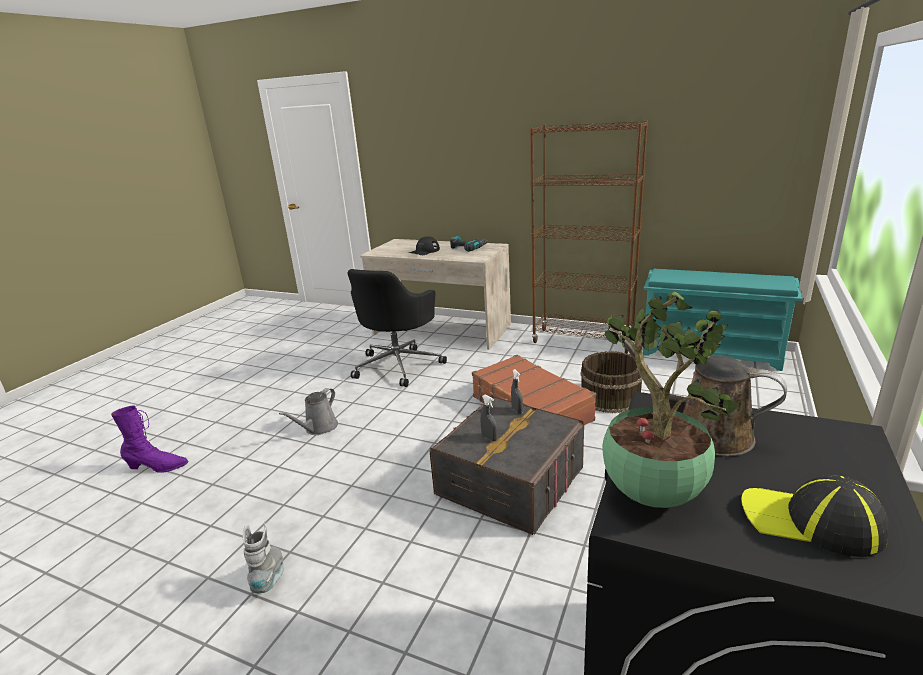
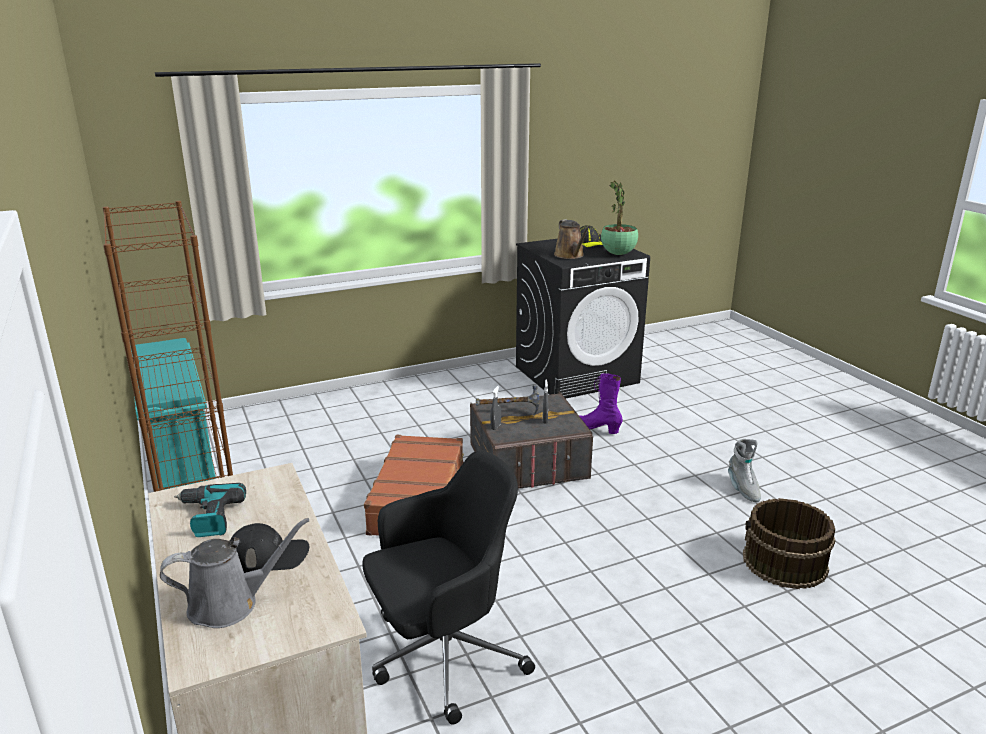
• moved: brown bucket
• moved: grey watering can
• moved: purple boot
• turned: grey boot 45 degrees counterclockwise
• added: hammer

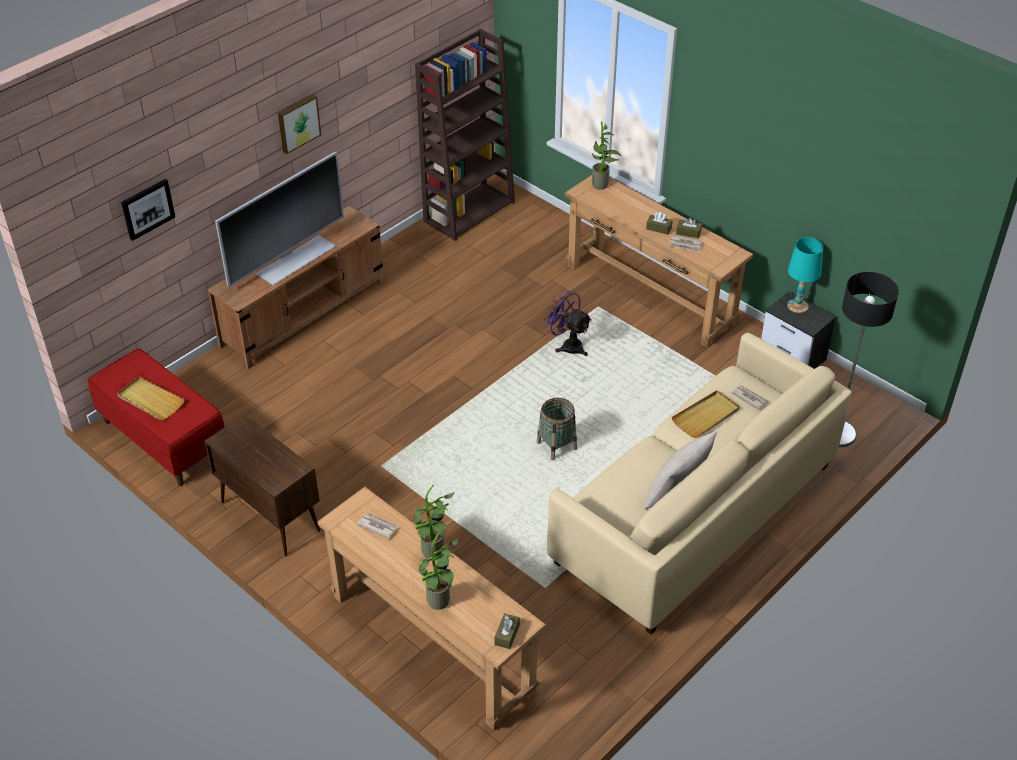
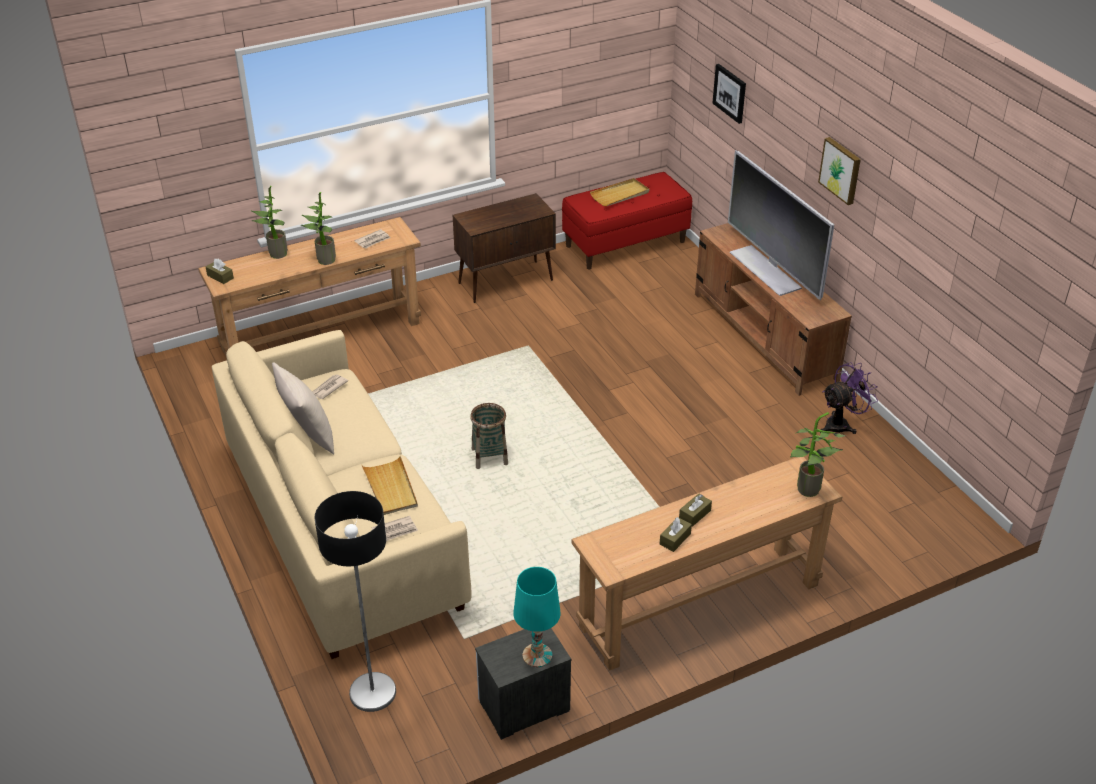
• removed: brown bookcase
• moved: newspaper (2nd from left in the first image) to newspaper (1st from left)
• moved: purple fan

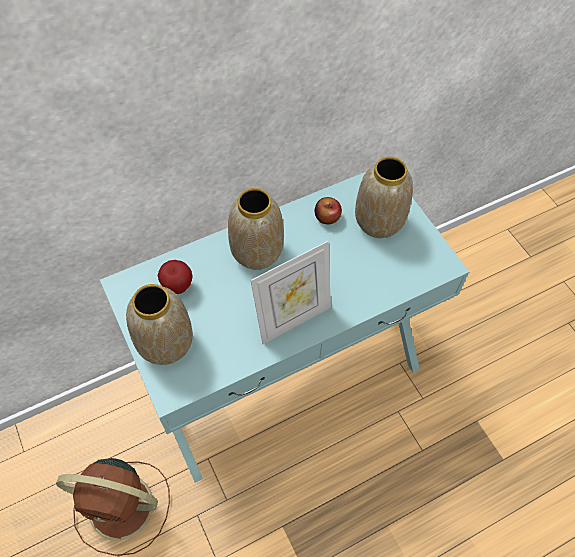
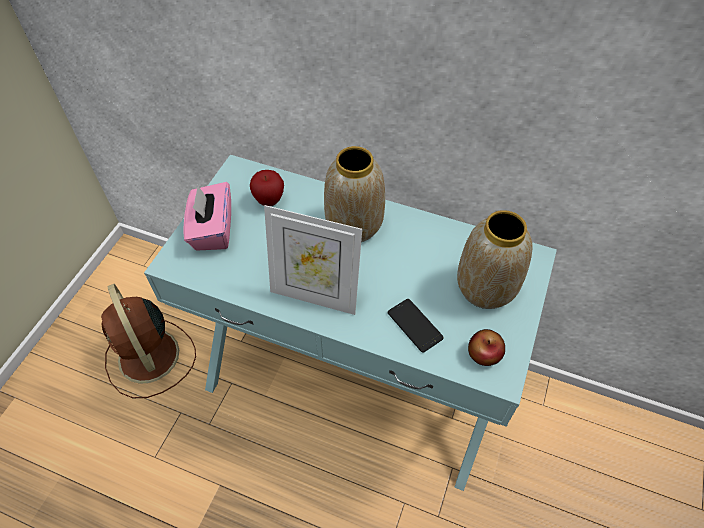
• moved: apple (2nd from left)
• replaced: vase (1st from left) to pink tissue box
• added: phone

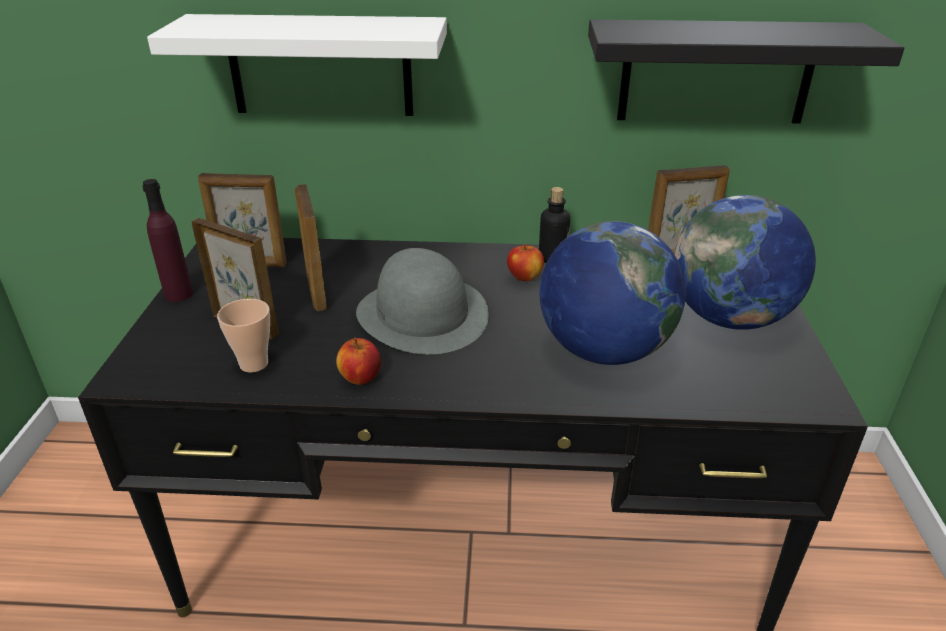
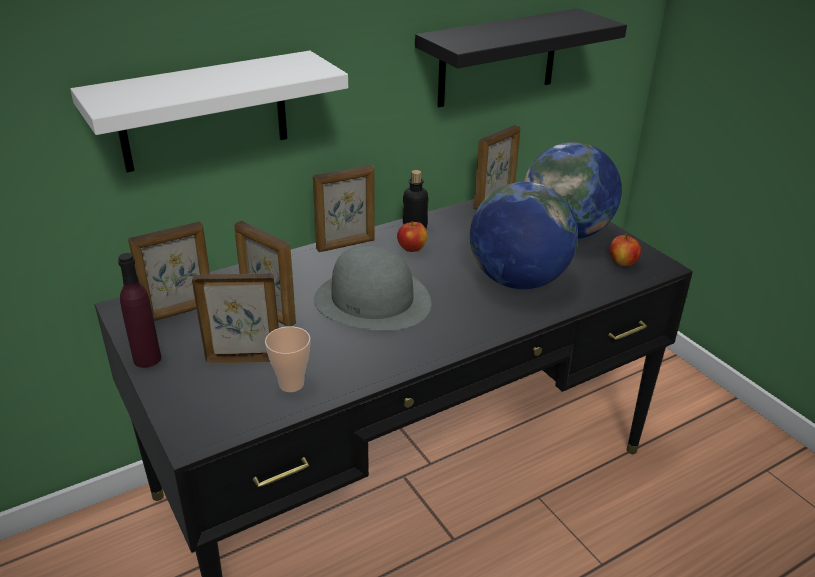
• moved: apple (1st from left in the first image) to apple (2nd from left)
• added: picture frame (4th from left)

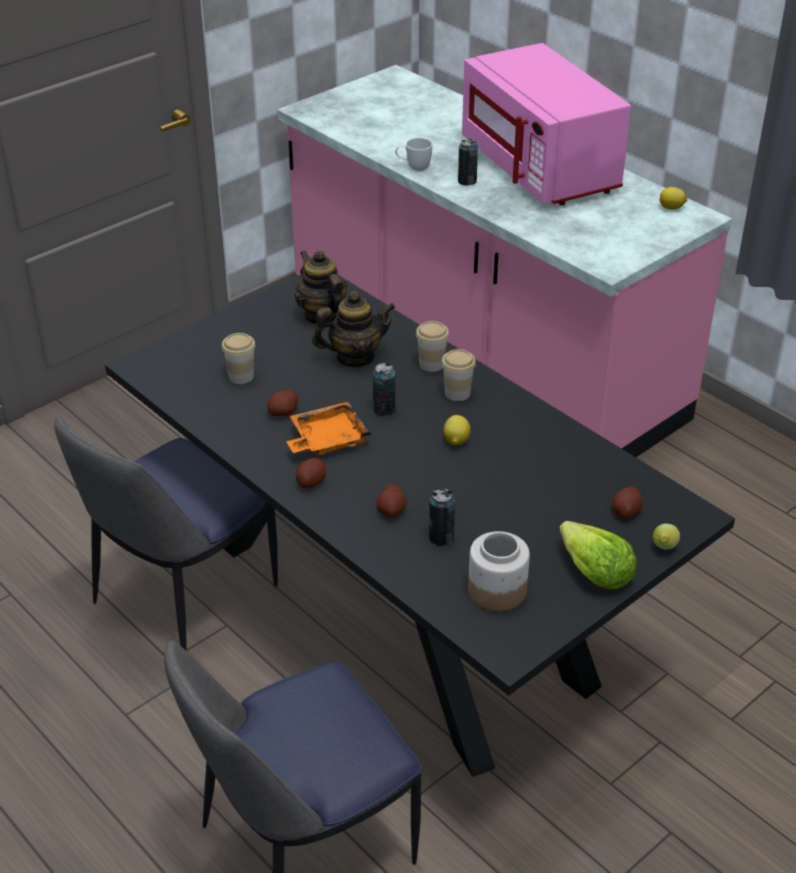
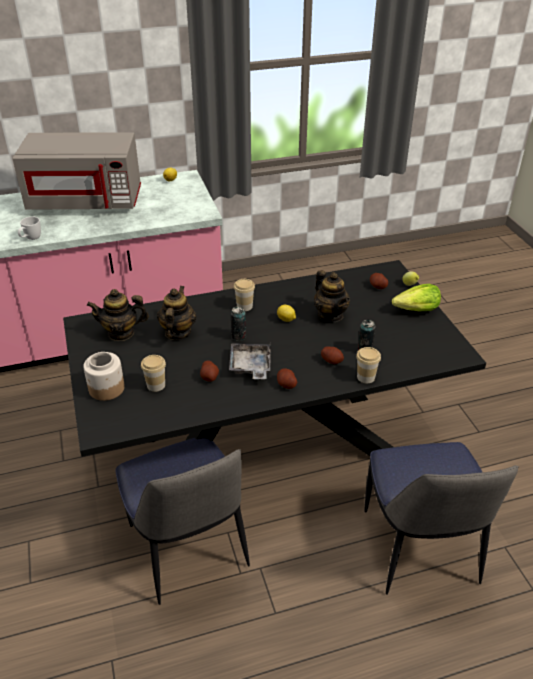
• recoloured: pink microwave to grey microwave
• removed: can (3rd from left)
• moved: cup (2nd from left in the first image) to cup (3rd from left)
• recoloured: orange tray to grey tray
• moved: jar
• added: teapot (3rd from left)

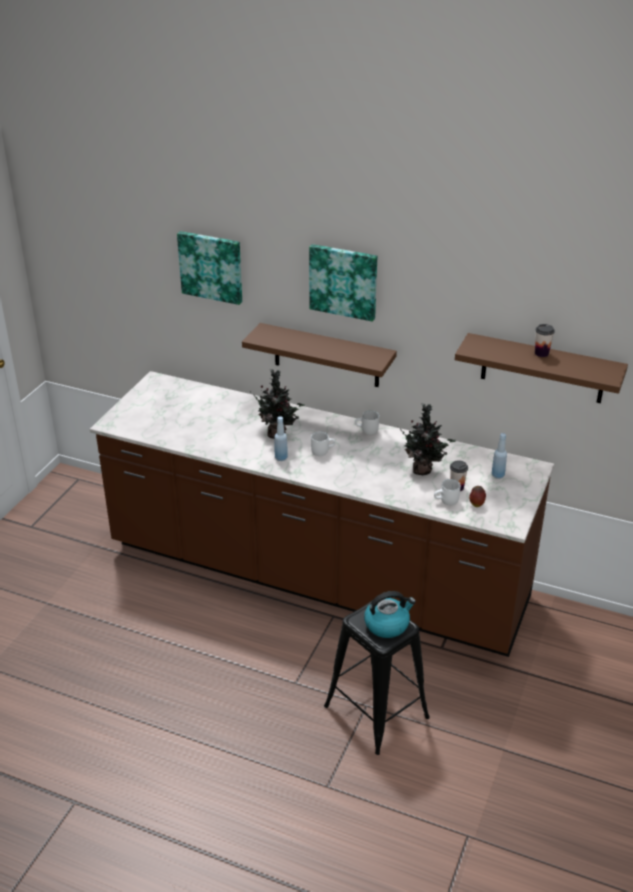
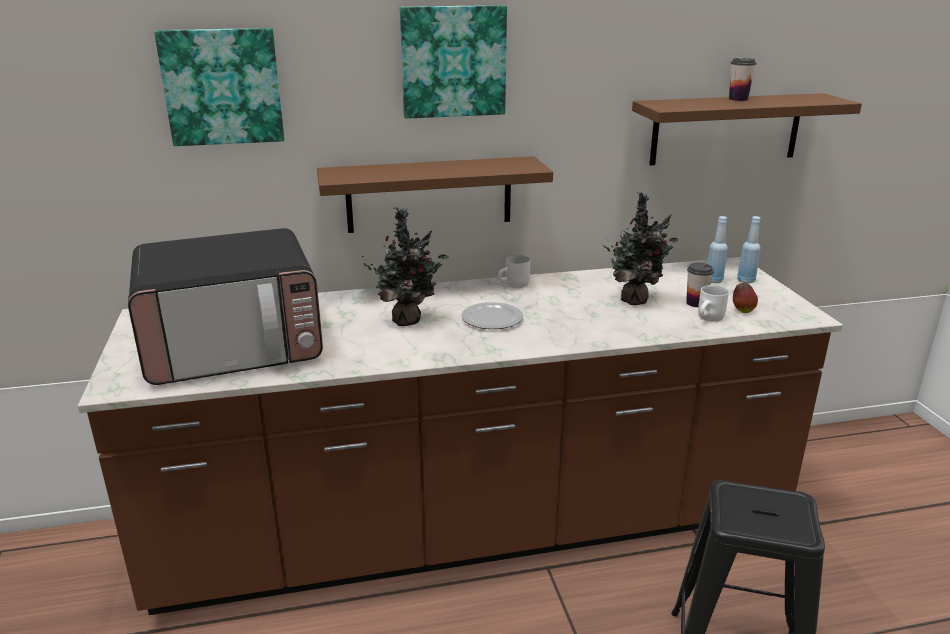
• moved: blue bottle (1st from left in the first image) to blue bottle (2nd from left)
• replaced: white mug (1st from left) to plate
• removed: kettle
• added: microwave

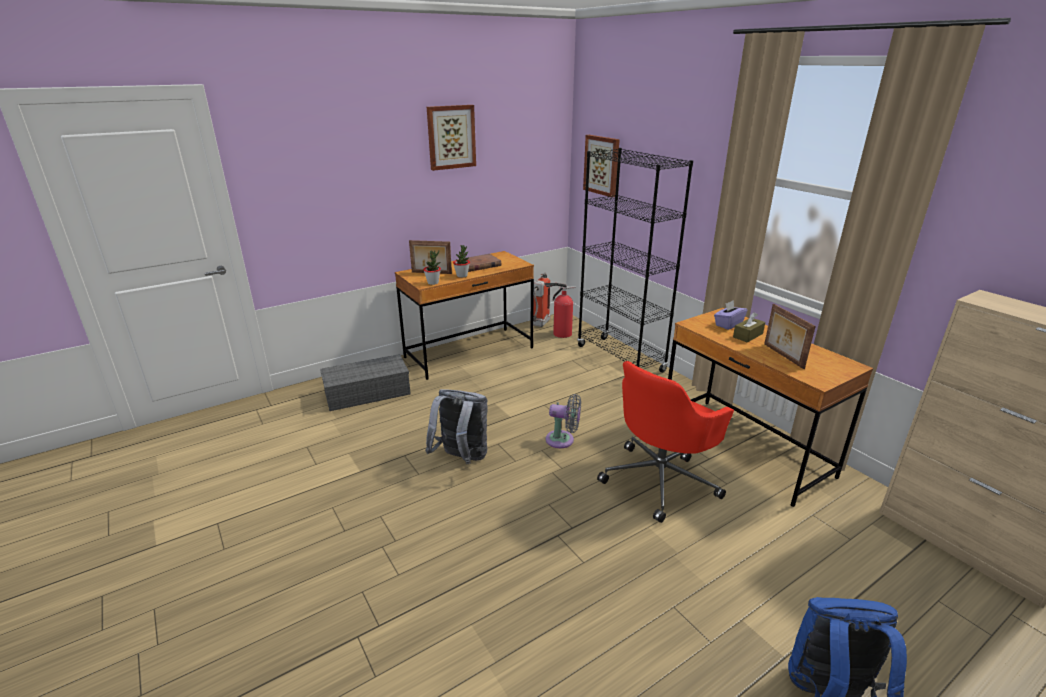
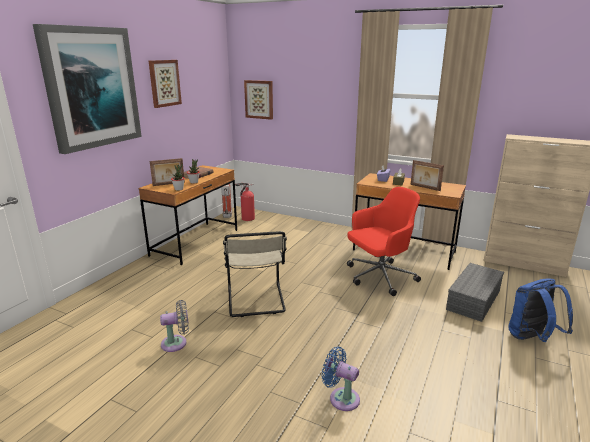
• removed: black bookcase
• moved: grey storage box
• turned: red office chair 135 degrees counterclockwise
• replaced: grey backpack to beige chair
• moved: grey fan
• added: picture (1st from left)
• added: blue fan

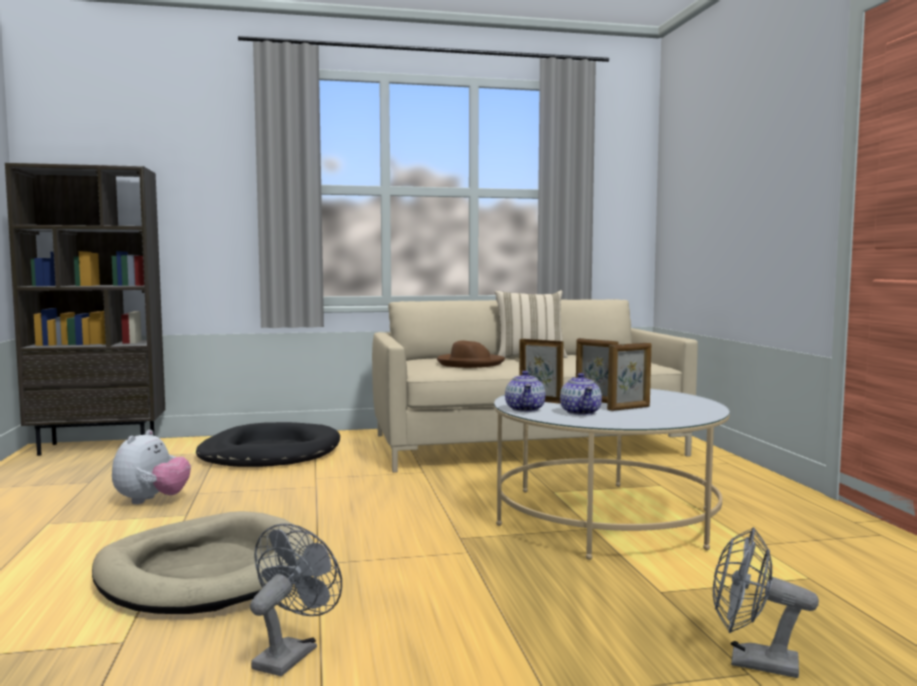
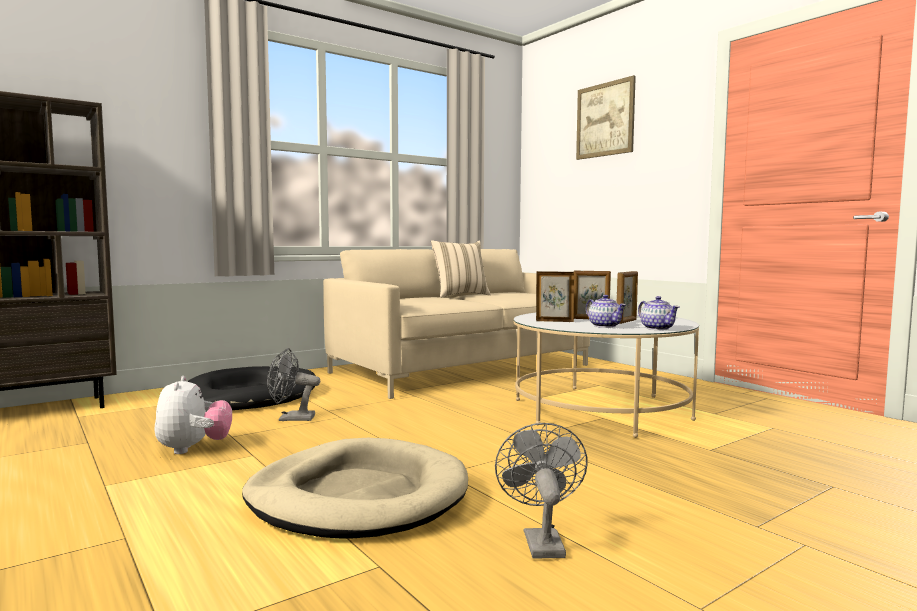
• removed: brown hat
• moved: teapot (1st from left in the first image) to teapot (2nd from left)
• moved: grey fan (2nd from left in the first image) to grey fan (1st from left)
• added: picture

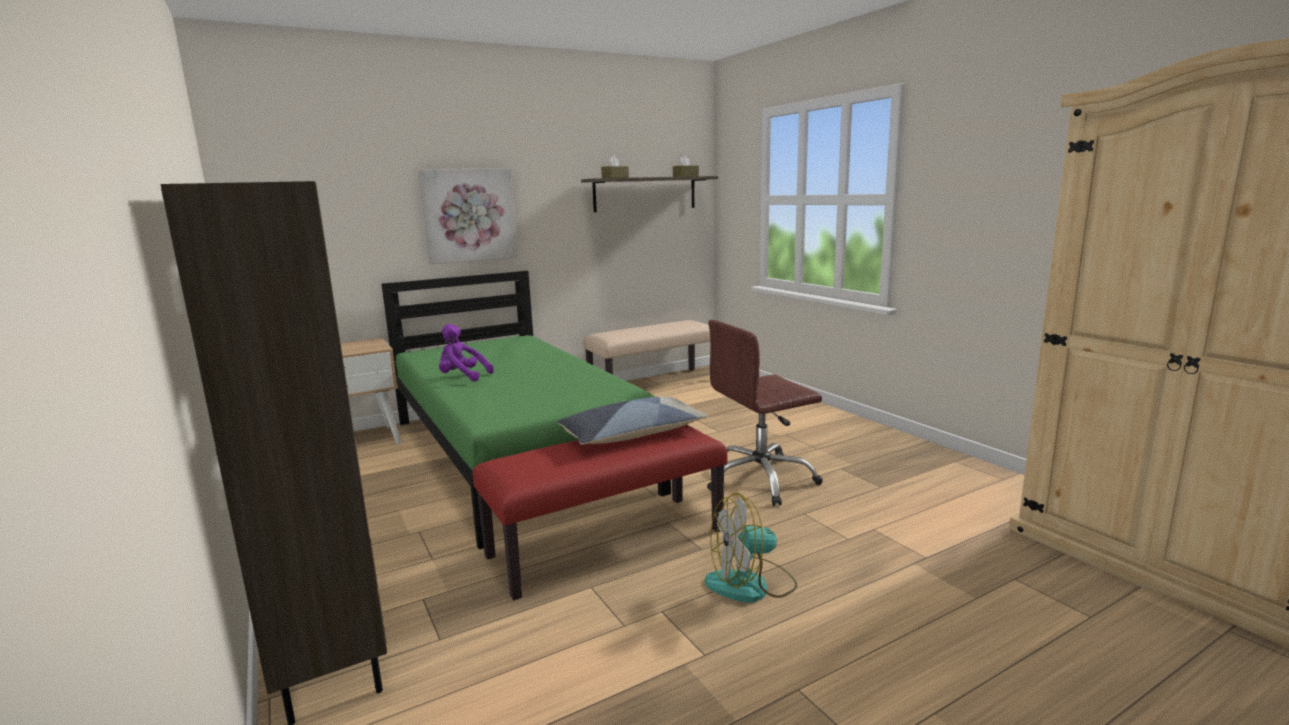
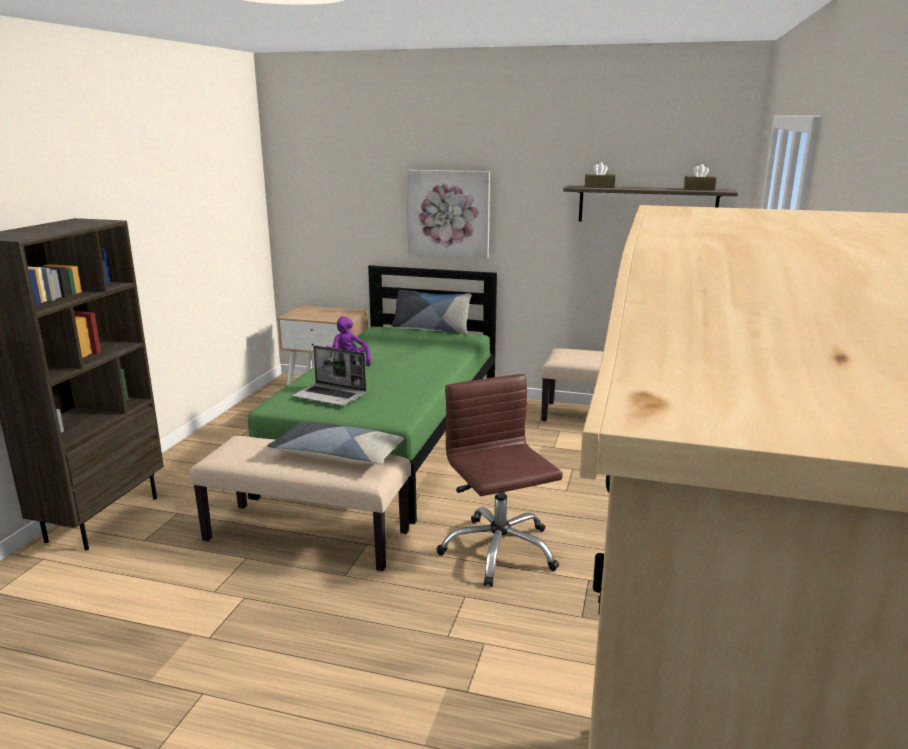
• turned: brown office chair 45 degrees clockwise
• recoloured: red bench to beige bench (1st from left)
• removed: fan
• added: pillow (2nd from left)
• added: laptop

